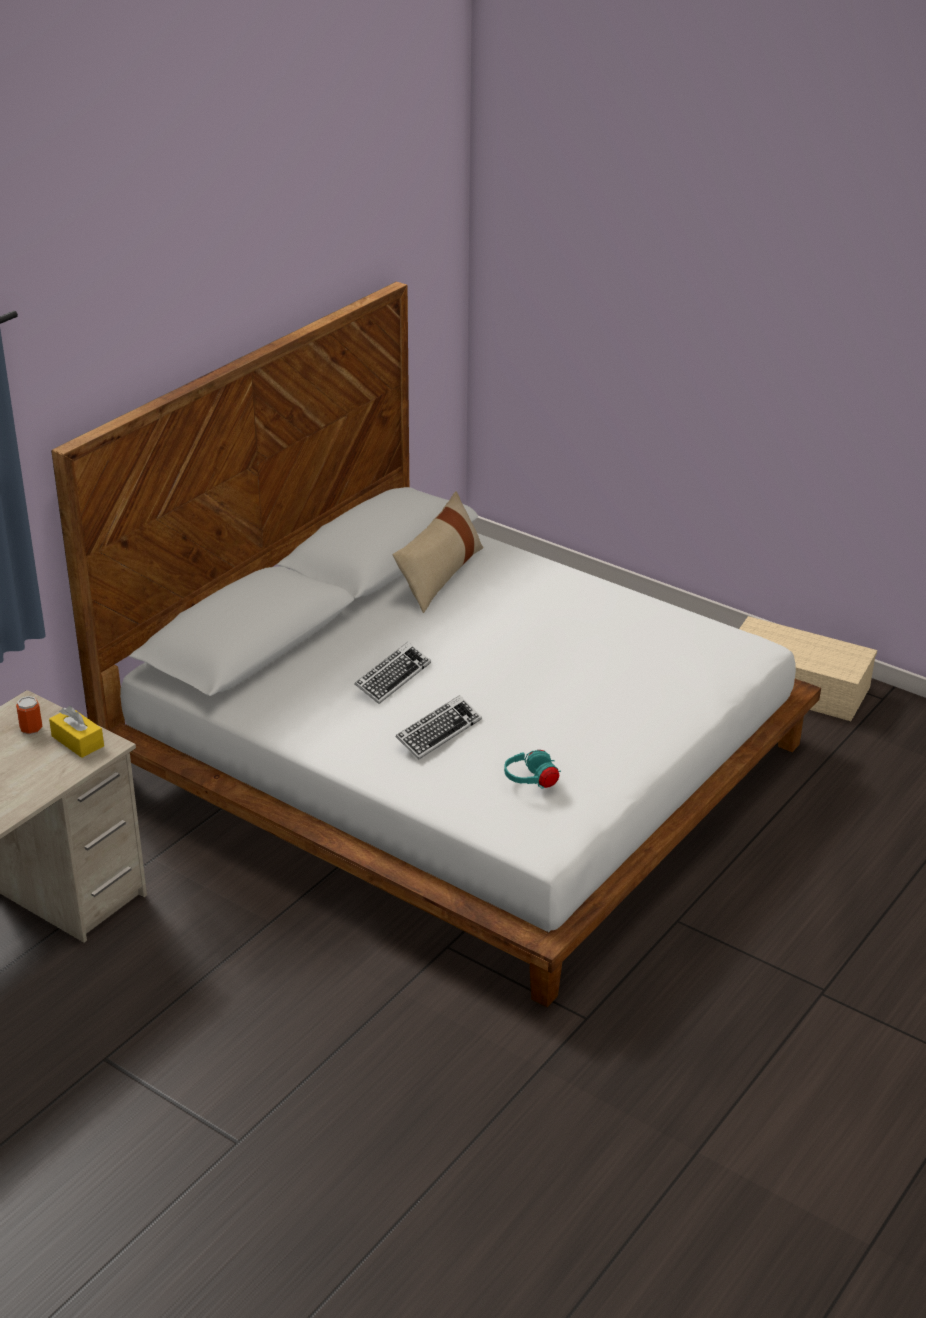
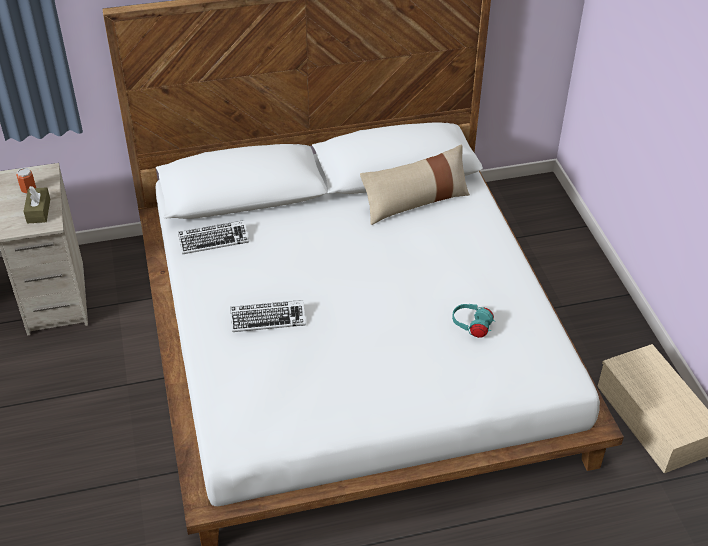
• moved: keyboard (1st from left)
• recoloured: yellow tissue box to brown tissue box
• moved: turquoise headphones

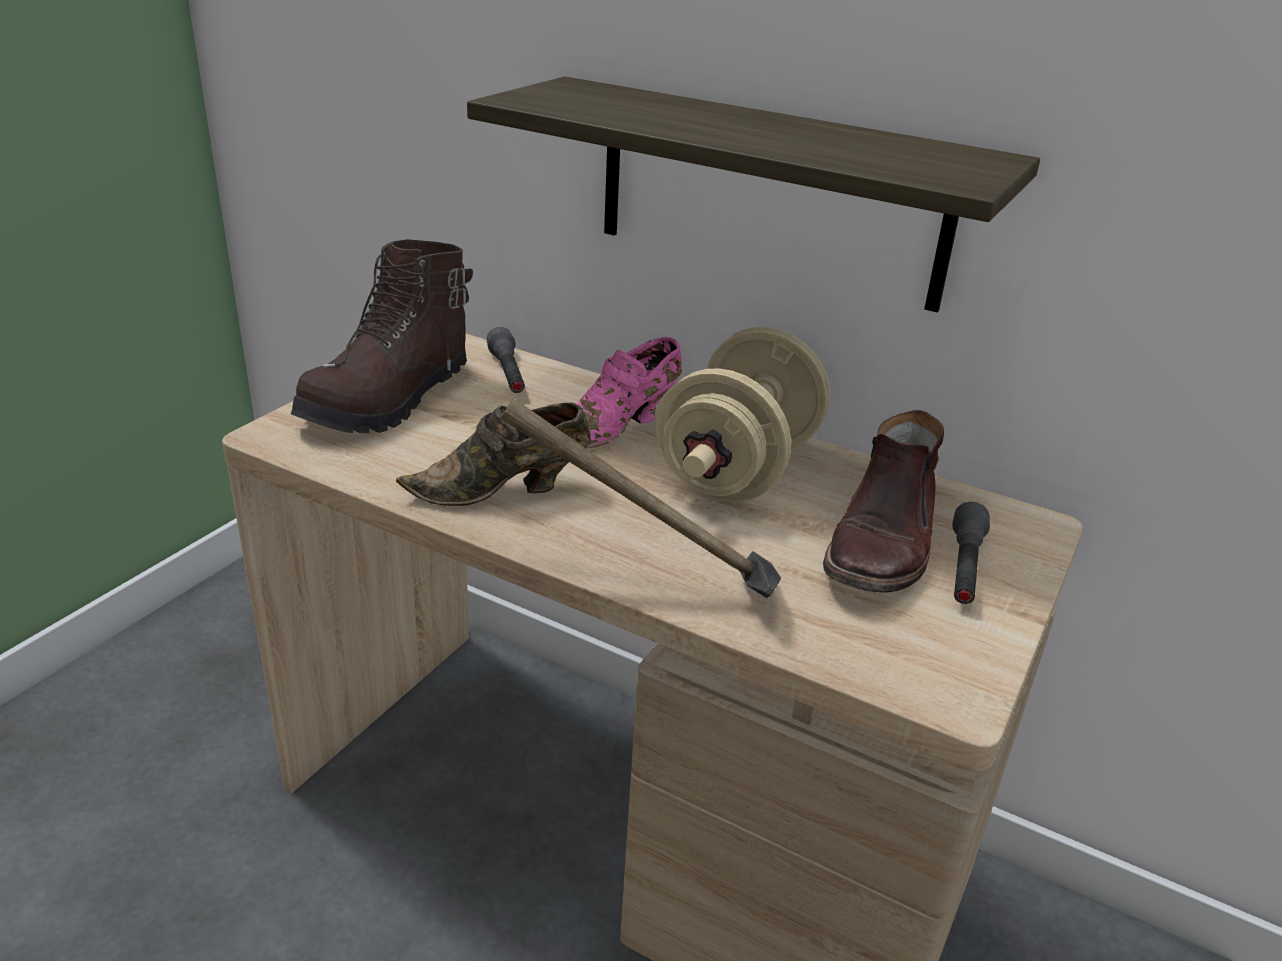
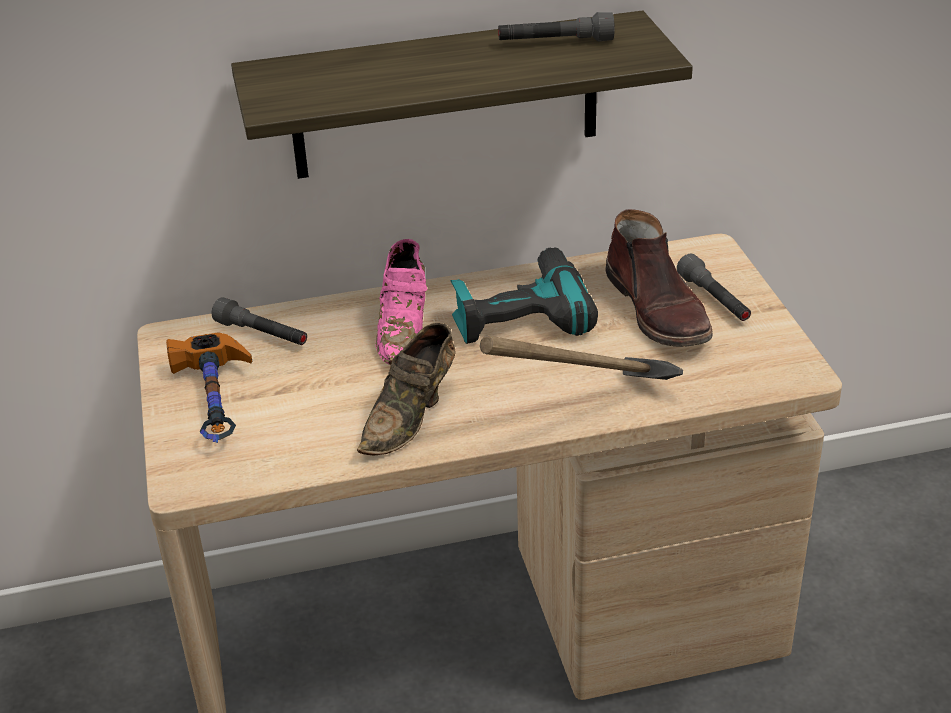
• replaced: brown boot (1st from left) to hammer (1st from left)
• replaced: beige dumbbell to power drill
• added: grey flashlight (2nd from left)

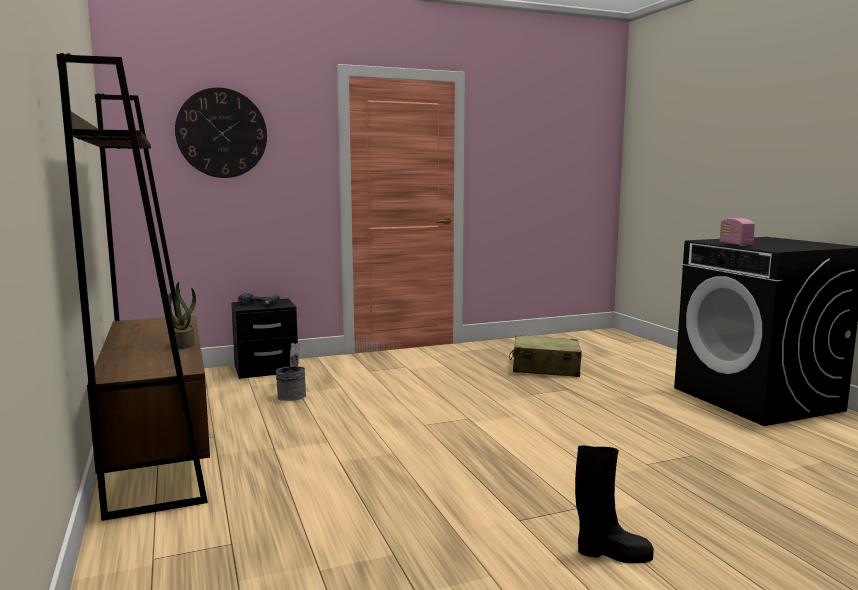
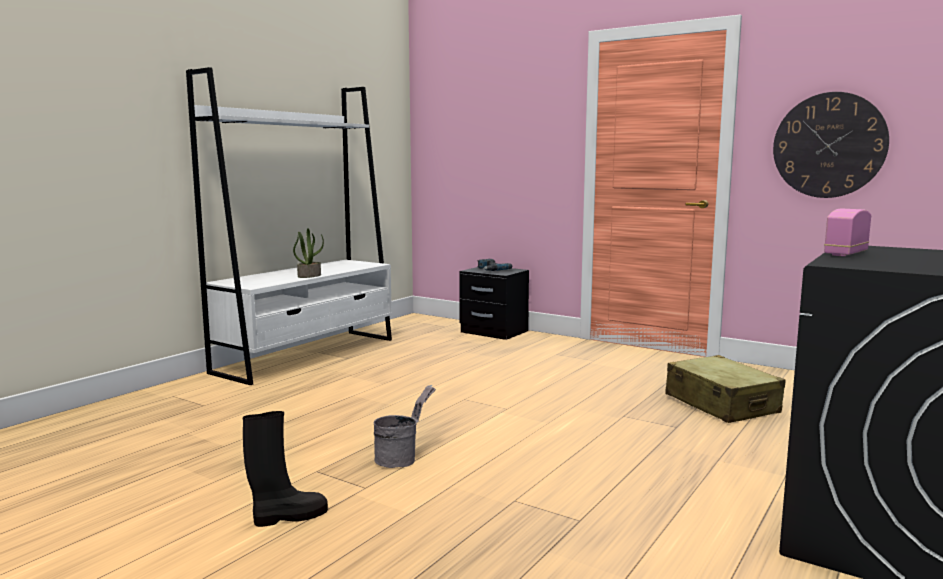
• recoloured: brown bookcase to white bookcase
• moved: wall clock
• moved: grey bucket
• turned: black boot 90 degrees counterclockwise

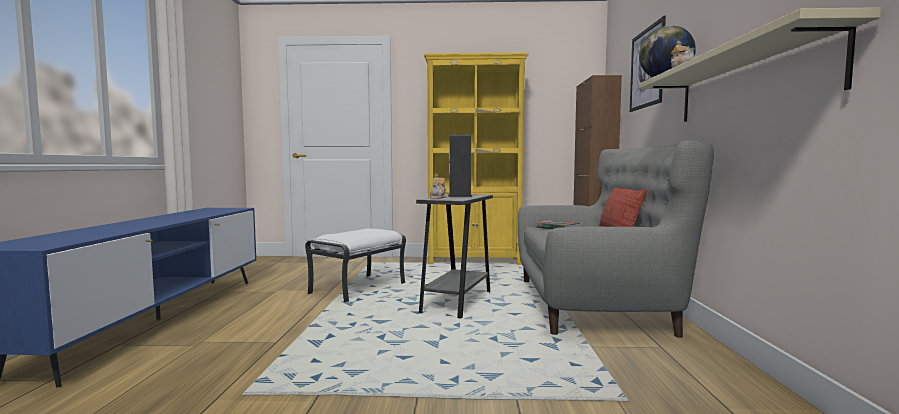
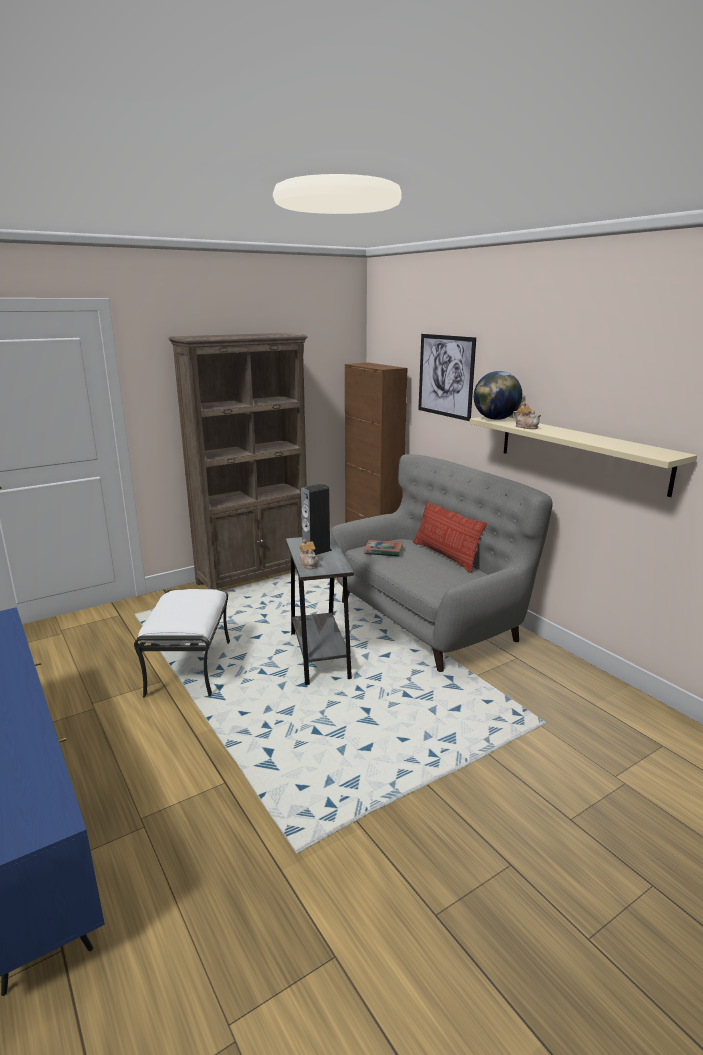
• recoloured: yellow bookcase to brown bookcase

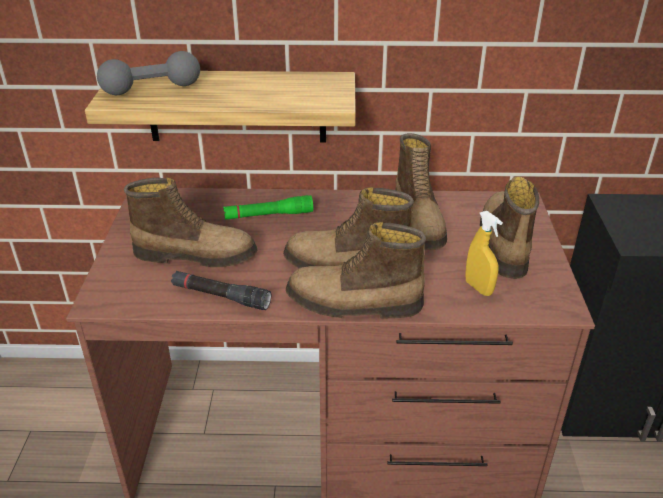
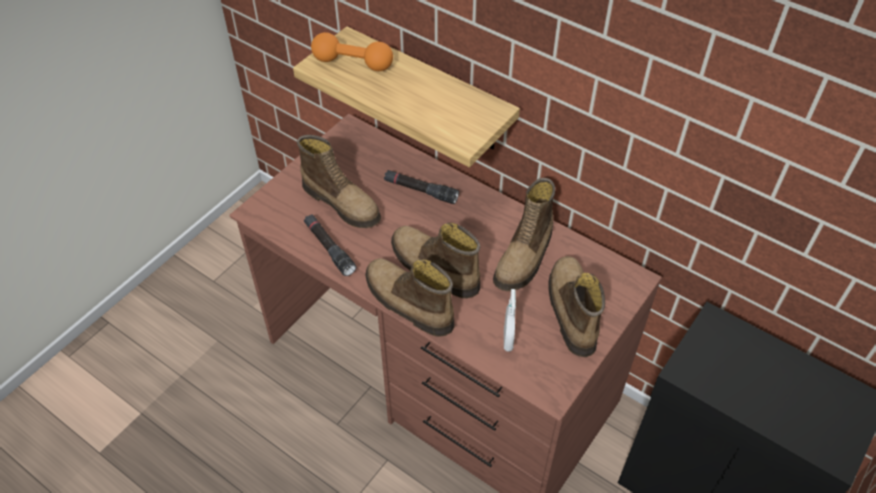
• recoloured: grey dumbbell to orange dumbbell
• turned: boot (5th from left) 45 degrees counterclockwise
• recoloured: green flashlight to black flashlight (2nd from left)
• recoloured: yellow spray bottle to white spray bottle

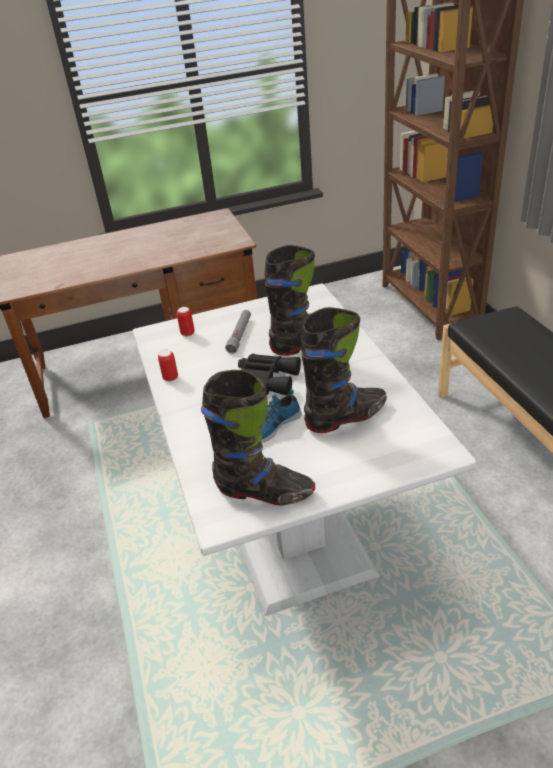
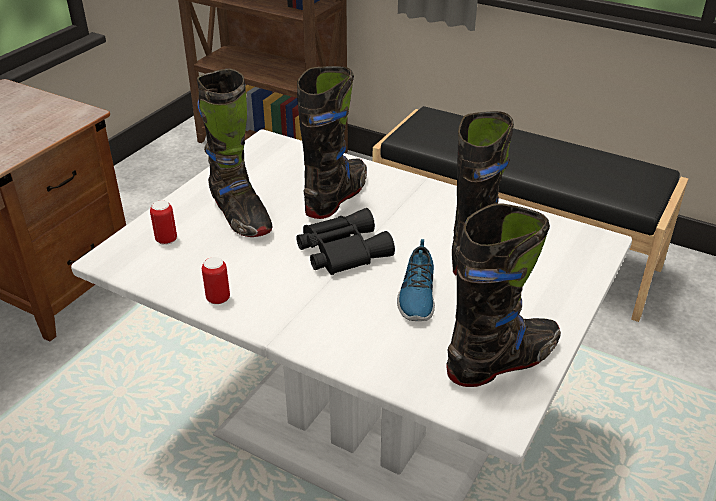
• replaced: grey flashlight to black boot (1st from left)

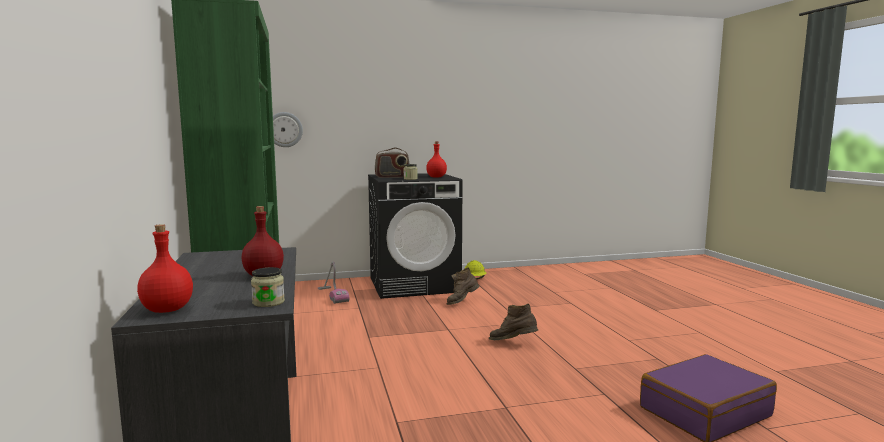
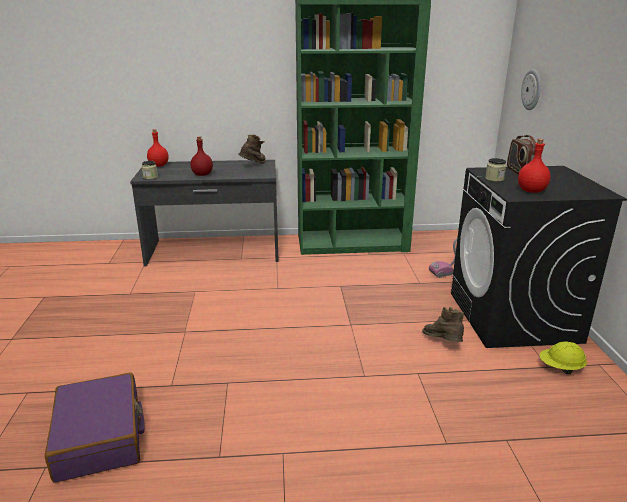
• moved: brown boot (2nd from left in the first image) to brown boot (1st from left)

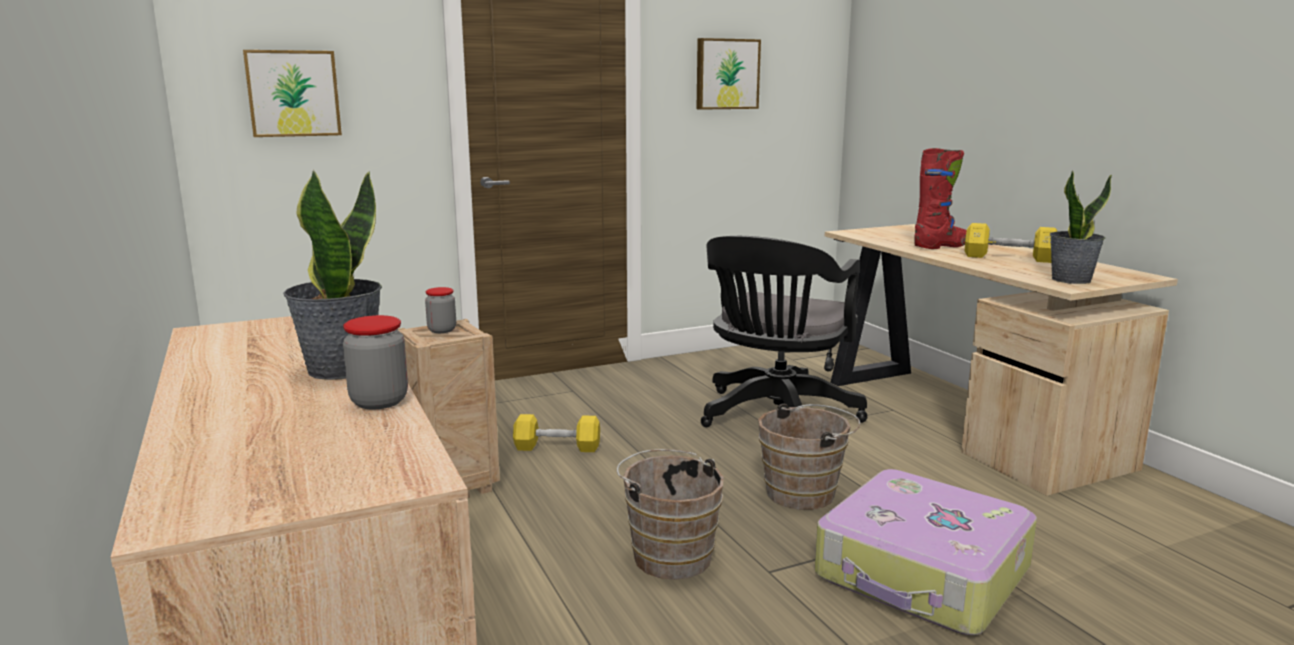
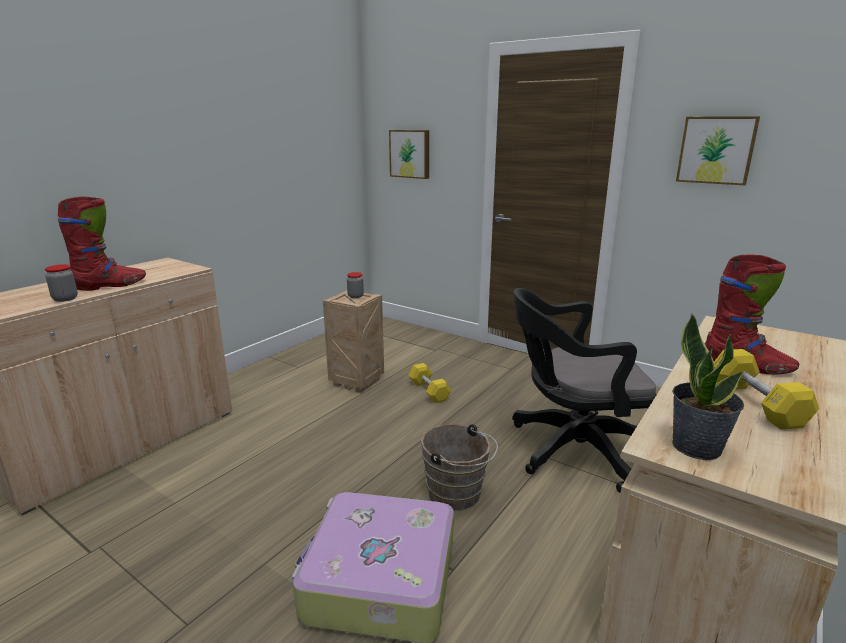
• replaced: potted plant (1st from left) to red boot (1st from left)
• removed: brown bucket (1st from left)

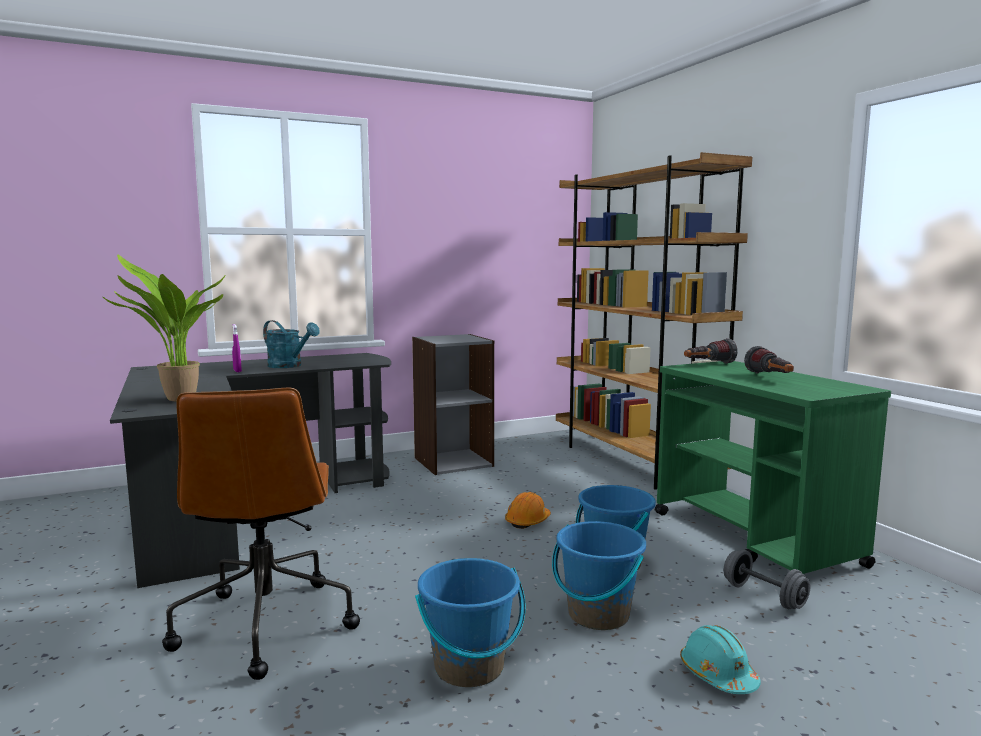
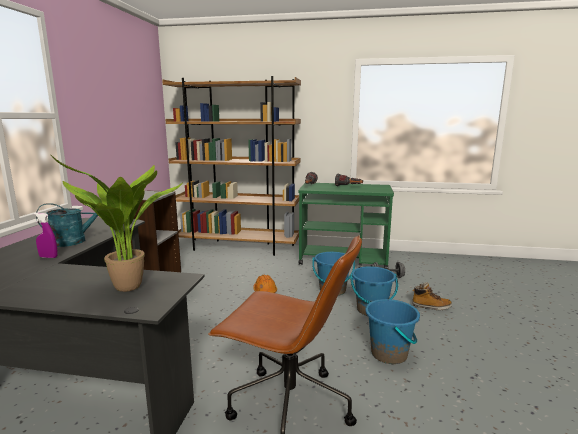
• replaced: turquoise hard hat to boot

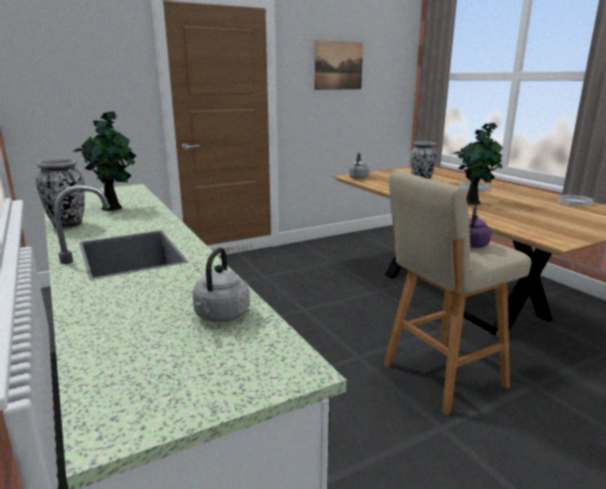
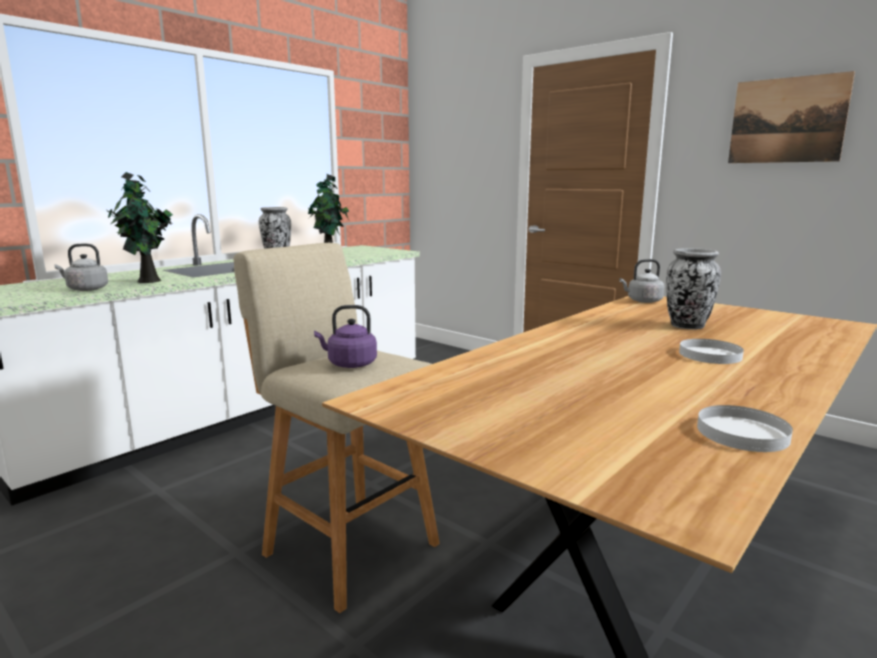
• moved: potted plant (2nd from left in the first image) to potted plant (1st from left)

